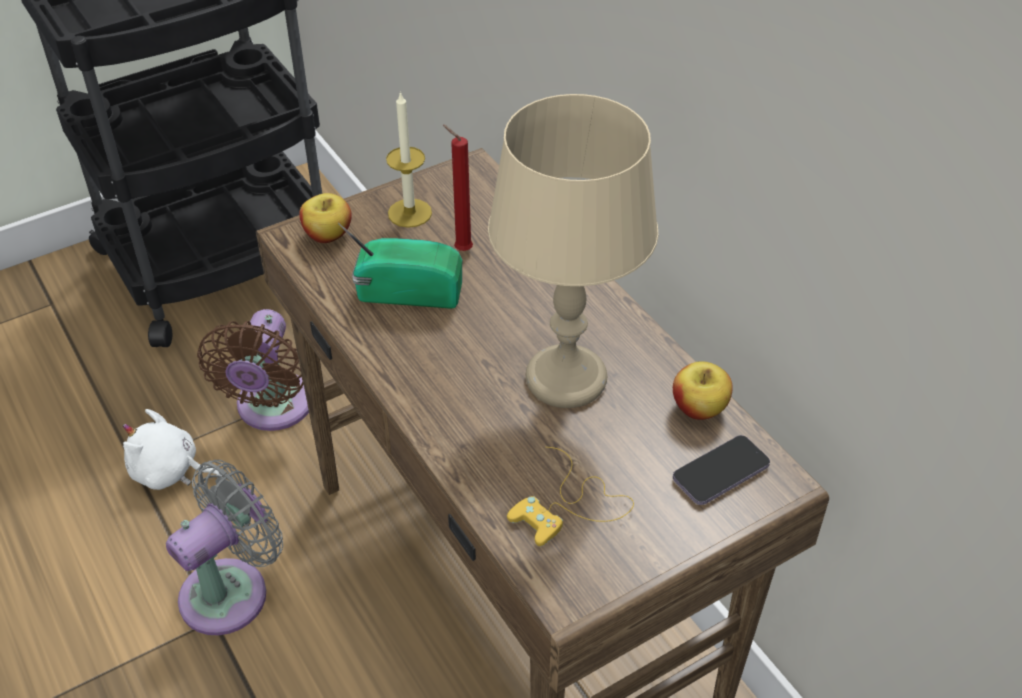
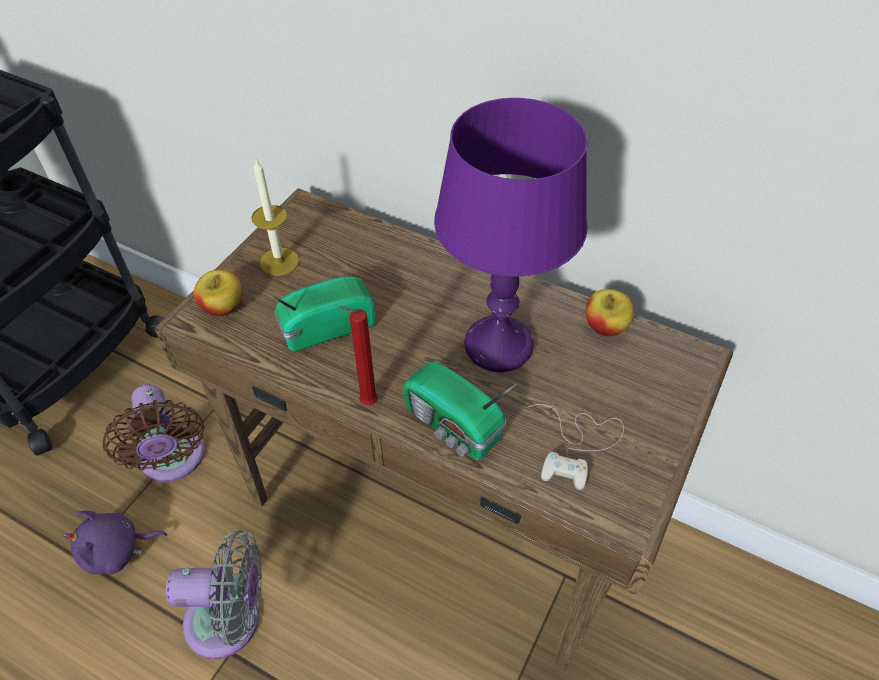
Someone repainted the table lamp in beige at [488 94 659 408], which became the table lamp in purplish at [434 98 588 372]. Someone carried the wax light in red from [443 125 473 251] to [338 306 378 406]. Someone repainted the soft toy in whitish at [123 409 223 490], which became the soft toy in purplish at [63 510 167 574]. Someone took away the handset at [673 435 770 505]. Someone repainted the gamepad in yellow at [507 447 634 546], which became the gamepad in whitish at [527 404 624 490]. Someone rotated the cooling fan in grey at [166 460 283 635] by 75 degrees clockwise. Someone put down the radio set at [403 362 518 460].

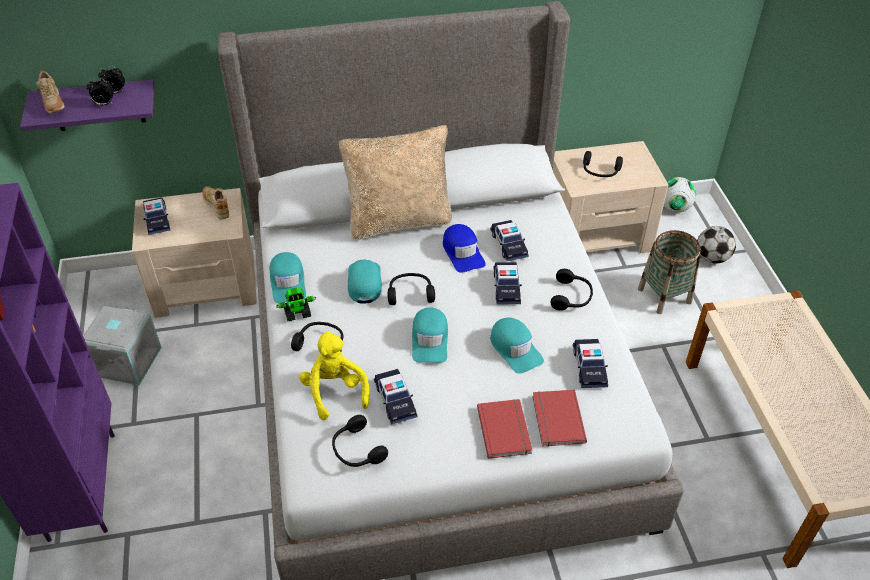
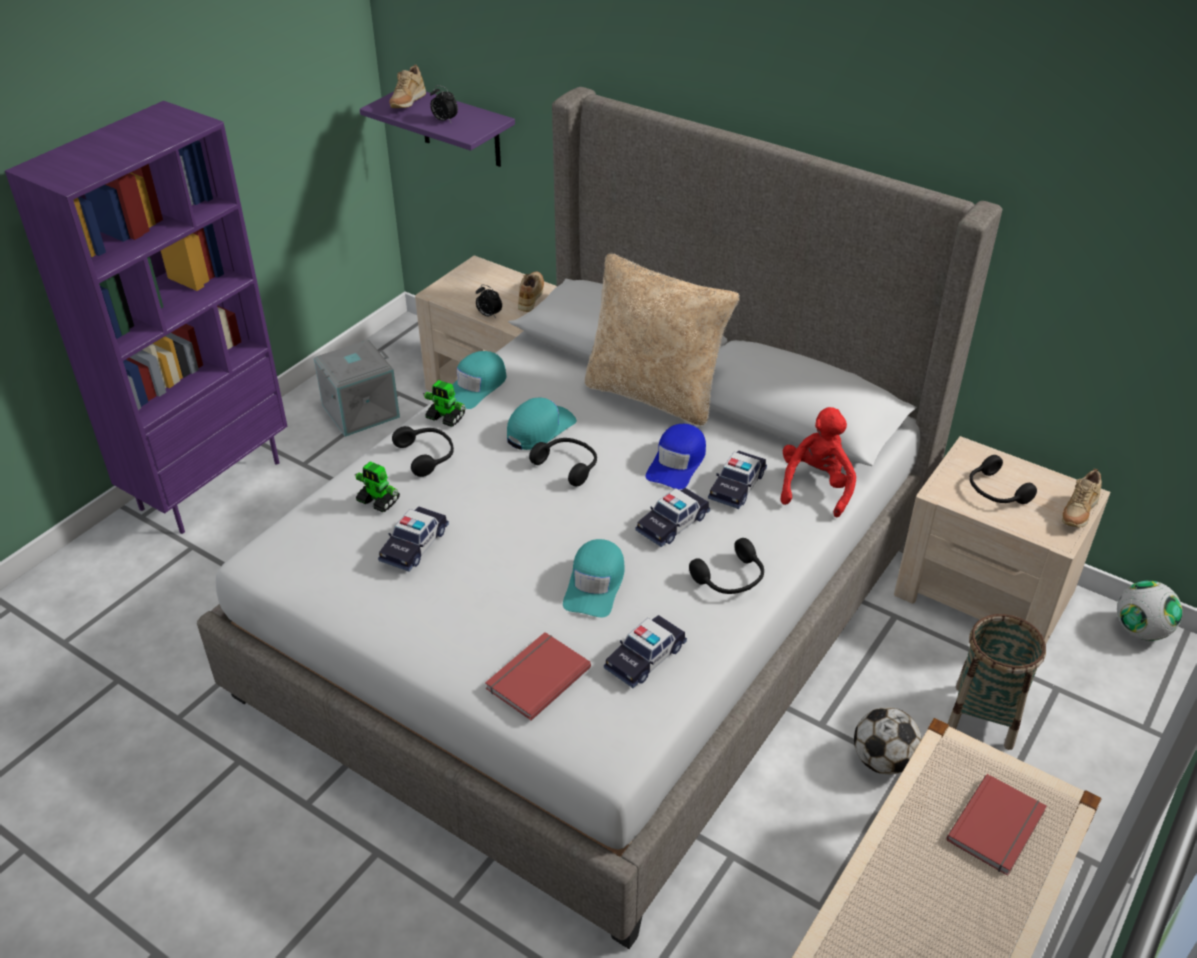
Someone carried the table clock from [98 66 125 94] to [476 285 502 318]. Someone took away the model car at [143 197 170 235]. Someone carried the football ball from [697 226 736 264] to [854 707 922 775]. Someone took away the peaked cap in turquoise at [412 307 448 363]. Someone swapped the soft toy in yellow at [299 331 369 420] for the toy robot at [355 461 400 513]. Someone carried the book in red from [477 399 532 459] to [946 774 1047 876]. Someone took away the pair of headphones in blackish at [332 415 388 467]. Someone put down the soft toy in red at [780 407 856 517]. Someone put down the item of footwear in beige at [1062 469 1102 527].

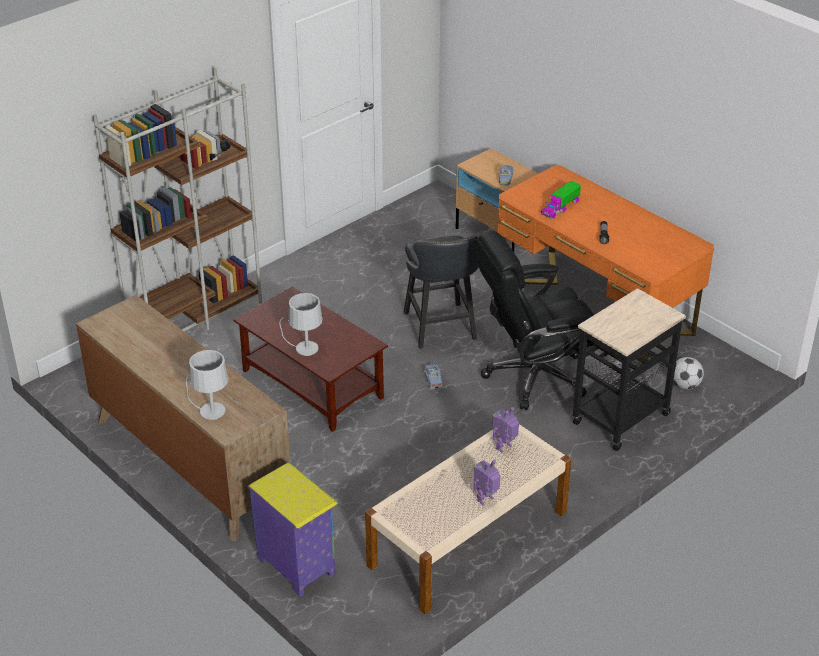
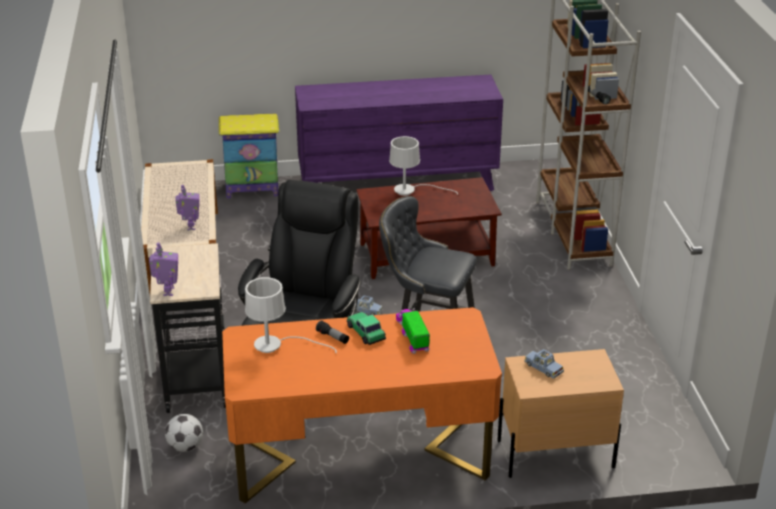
Someone repainted the drawer chest in brown-coloured at [76 295 290 541], which became the drawer chest in purplish at [295 74 503 191]. Someone carried the table lamp in whitish from [186 350 228 420] to [245 277 337 353]. Someone carried the toy robot from [474 459 501 505] to [149 243 178 296]. Someone put down the model car at [347 312 386 345].

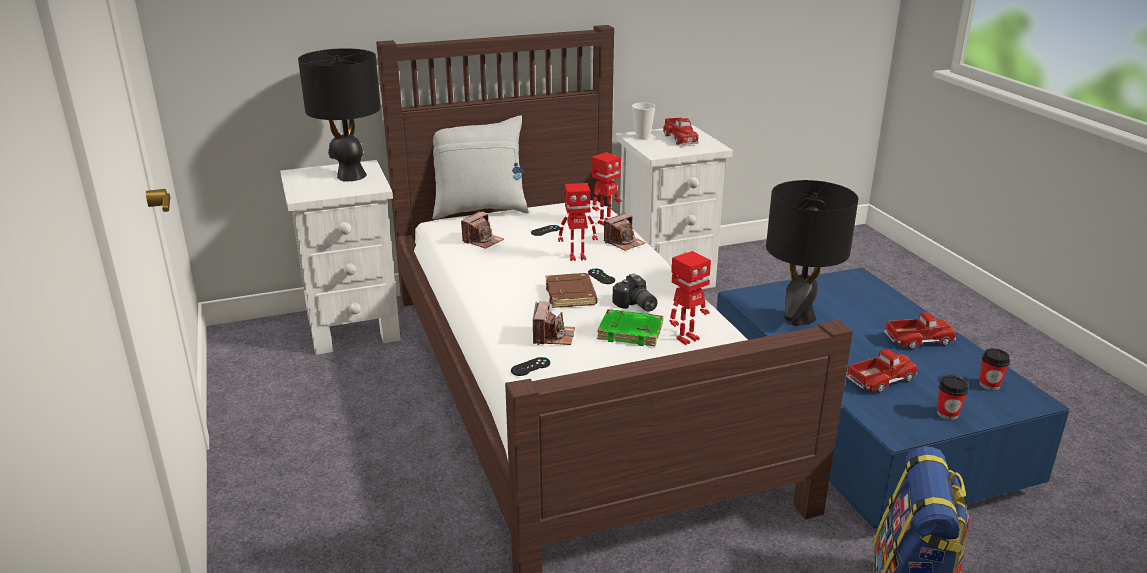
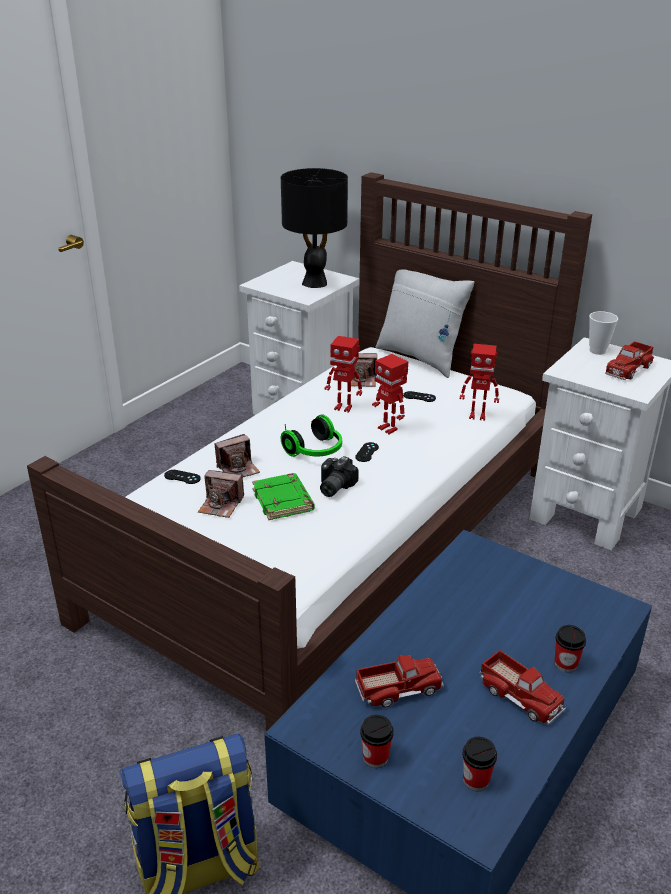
Someone took away the table lamp in blackish at [766 180 858 326]. Someone carried the still camera from [604 213 646 251] to [198 470 244 518]. Someone carried the toy robot from [669 251 711 345] to [325 336 362 412]. Someone swapped the book in brown-coloured at [546 273 598 308] for the pair of headphones at [281 414 342 457]. Someone rotated the toy truck at [846 350 918 393] by 45 degrees counterclockwise. Someone put down the cup at [555 625 586 673].

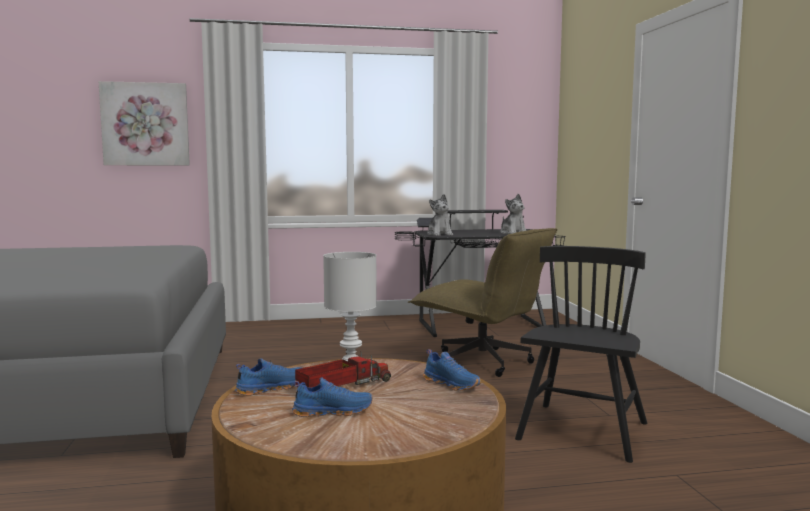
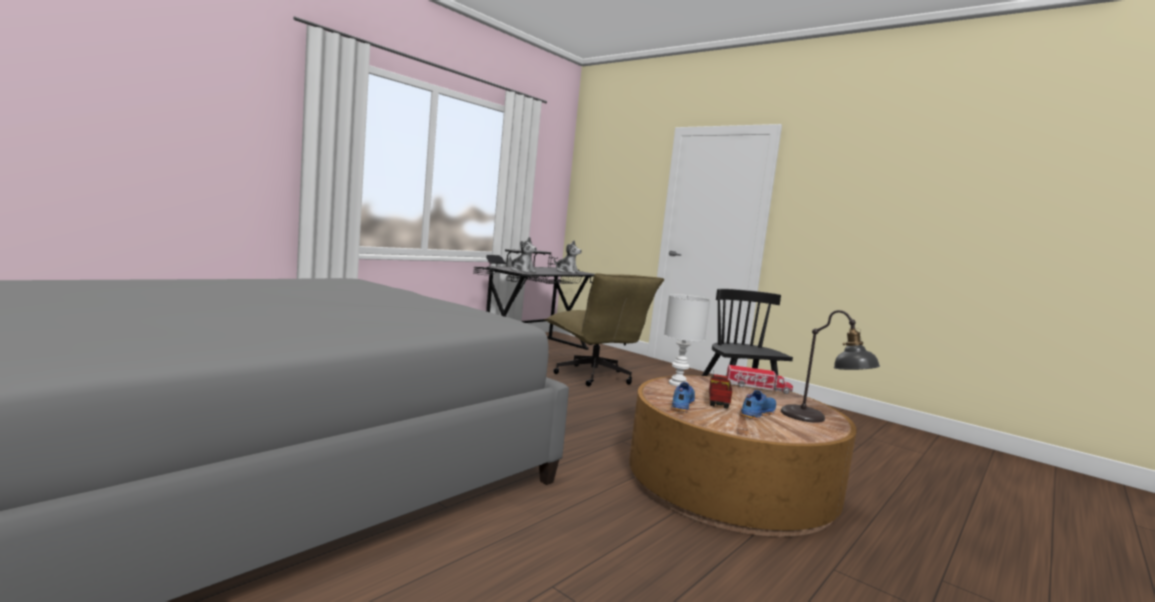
Someone took away the wall picture at [99 81 190 165]. Someone rotated the computer chair in beige at [408 228 557 377] by 60 degrees clockwise. Someone swapped the item of footwear in blue at [423 349 481 391] for the toy truck at [725 365 793 394]. Someone put down the table lamp in grey at [781 310 880 423].

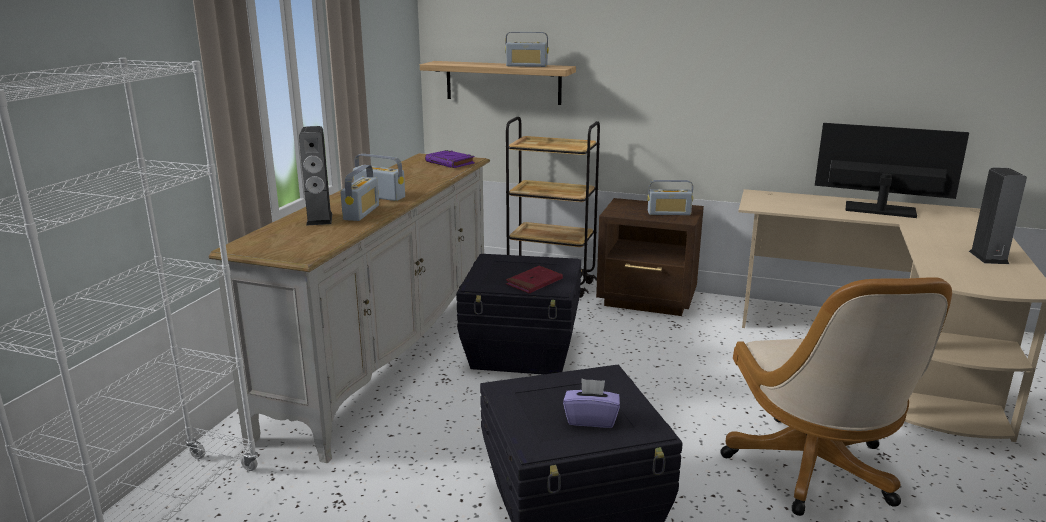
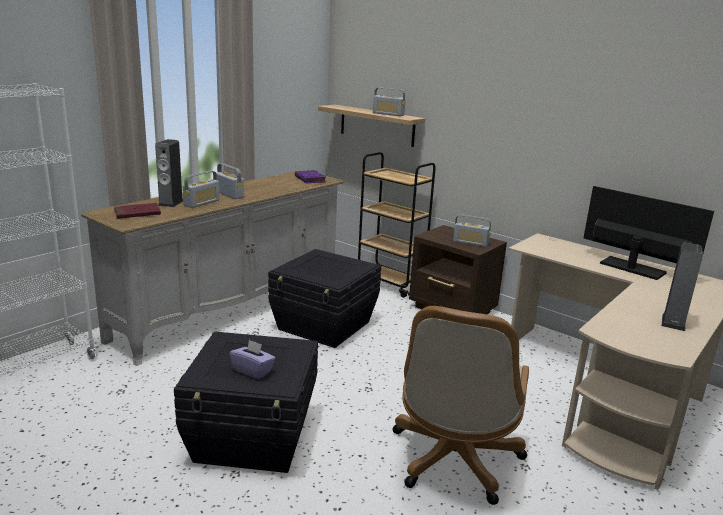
Someone carried the book in red from [506 266 563 294] to [114 203 161 219].

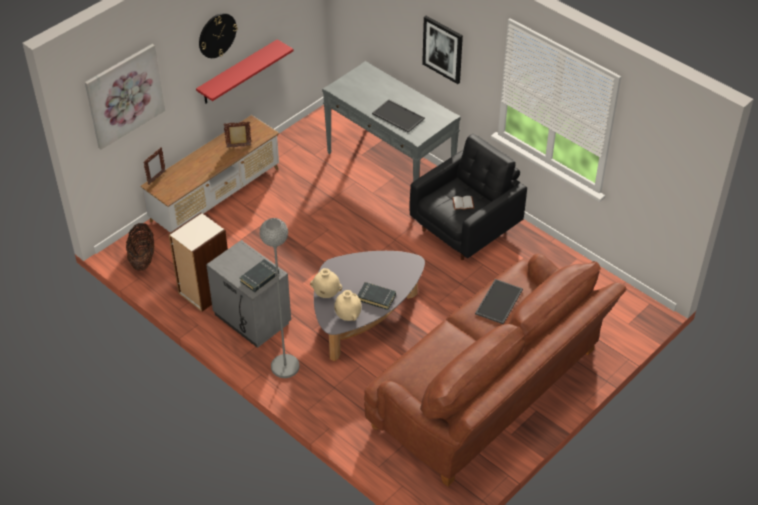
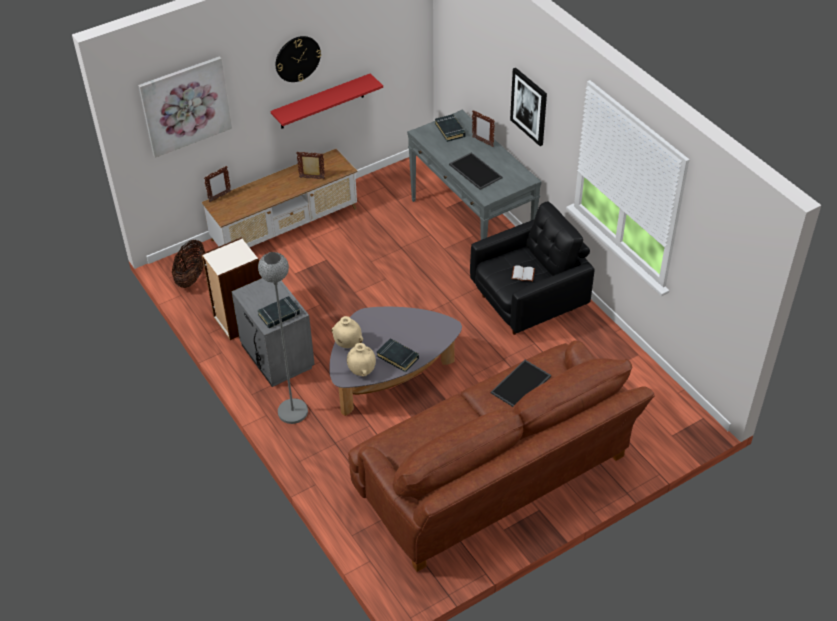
Someone put down the standing frame at [472 110 495 147]. Someone put down the book in blackish at [435 114 466 142].

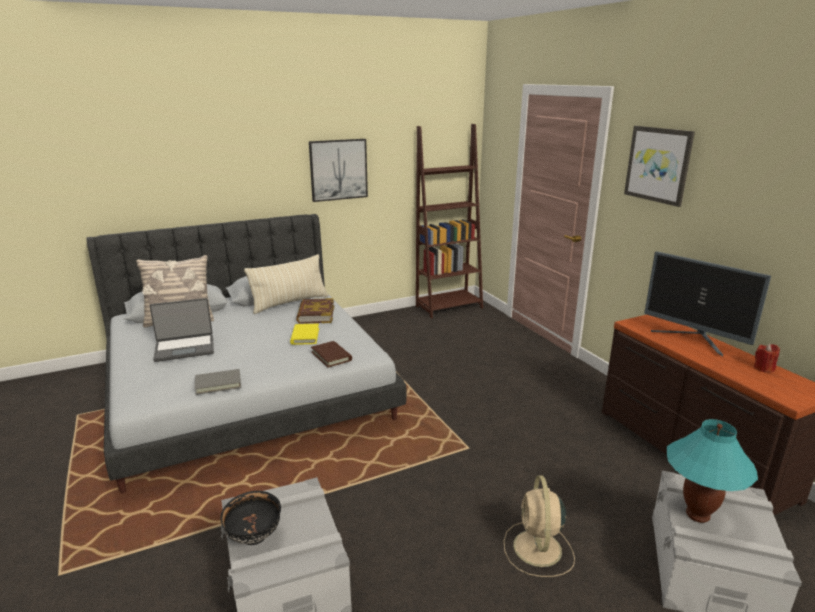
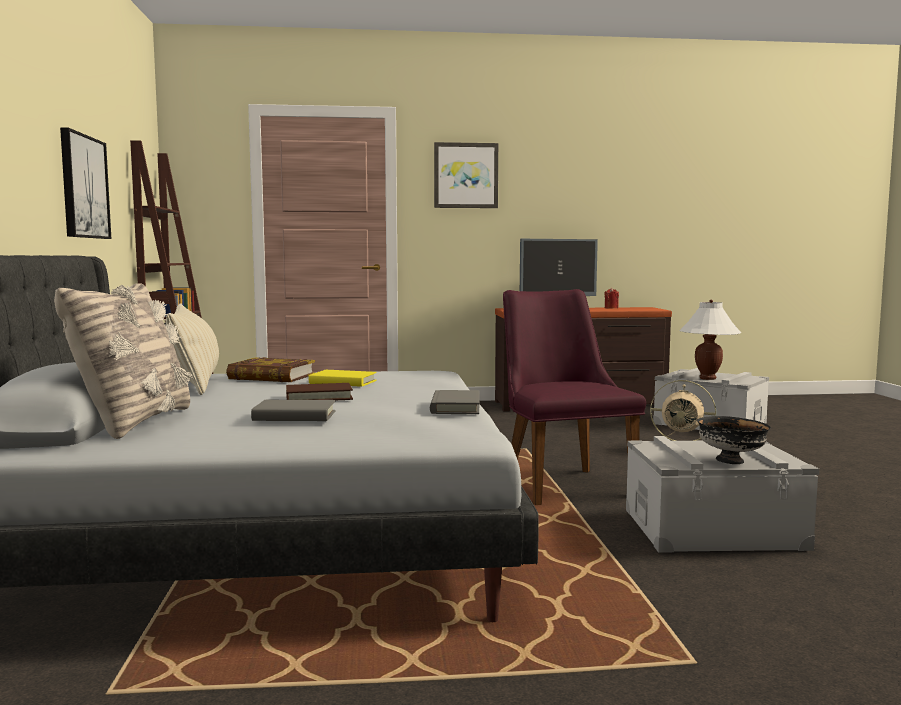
Someone swapped the laptop at [150 298 214 362] for the book in grey at [251 400 336 421]. Someone carried the book in brown-coloured from [311 341 352 368] to [286 383 353 400]. Someone repainted the table lamp in turquoise at [667 419 758 523], which became the table lamp in whitish at [679 299 741 380]. Someone put down the chair in purplish at [503 289 646 505].

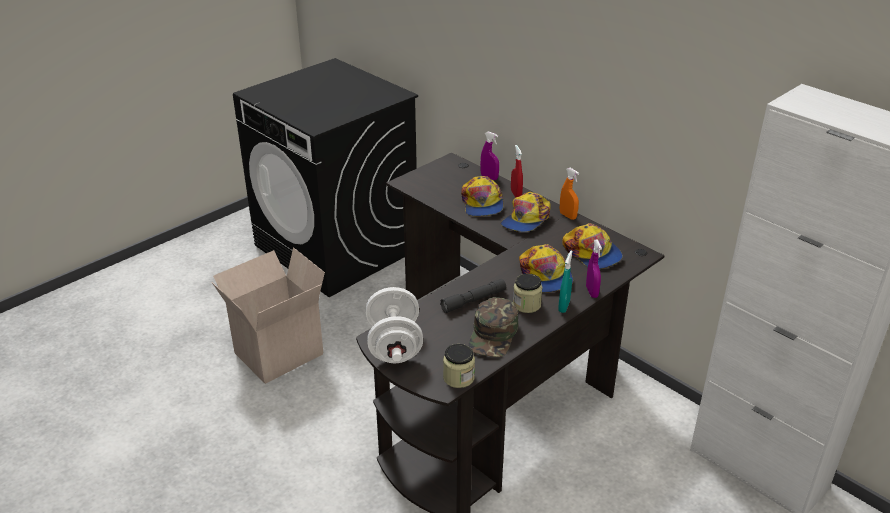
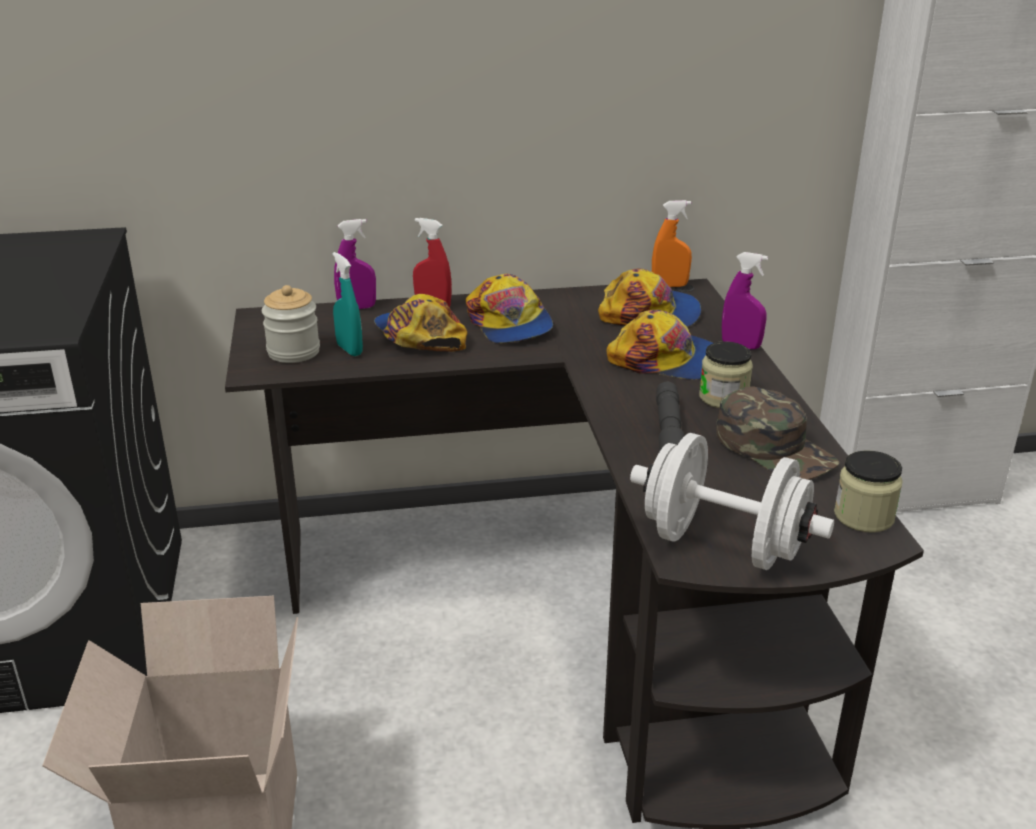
Someone carried the spray bottle in orange from [560 168 579 220] to [652 200 692 287]. Someone rotated the peaked cap at [461 176 503 217] by 150 degrees counterclockwise. Someone carried the spray bottle in turquoise from [558 251 573 313] to [333 252 363 356]. Someone put down the preserve jar at [262 285 320 363].

